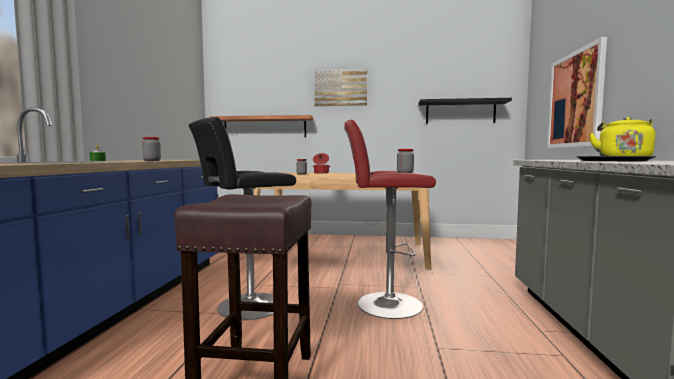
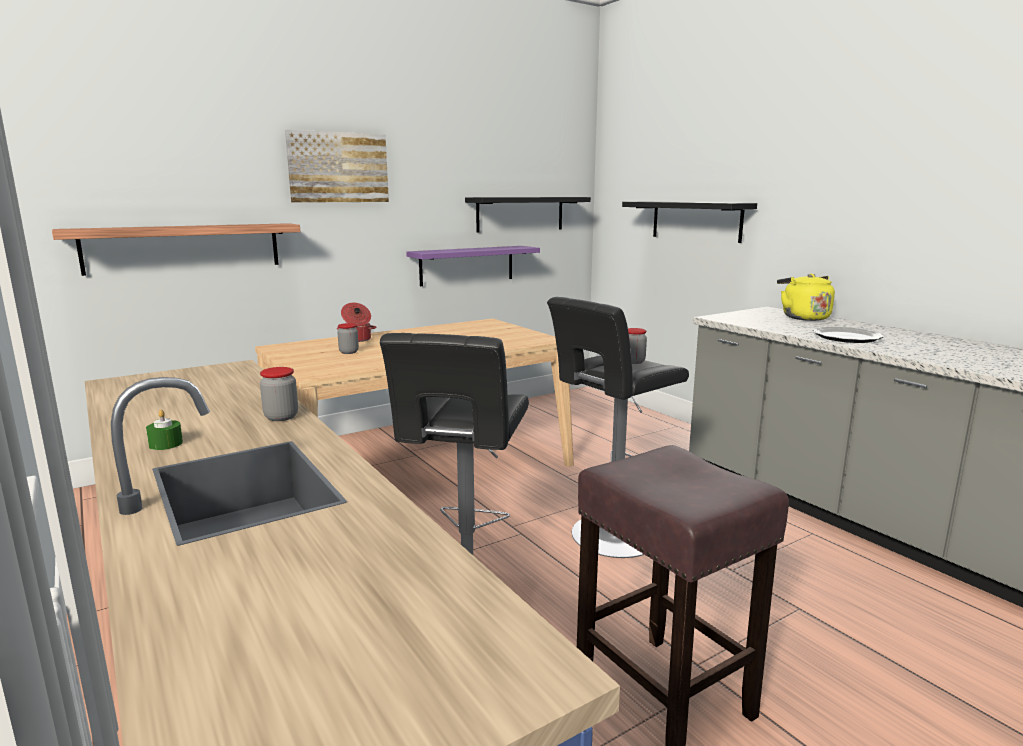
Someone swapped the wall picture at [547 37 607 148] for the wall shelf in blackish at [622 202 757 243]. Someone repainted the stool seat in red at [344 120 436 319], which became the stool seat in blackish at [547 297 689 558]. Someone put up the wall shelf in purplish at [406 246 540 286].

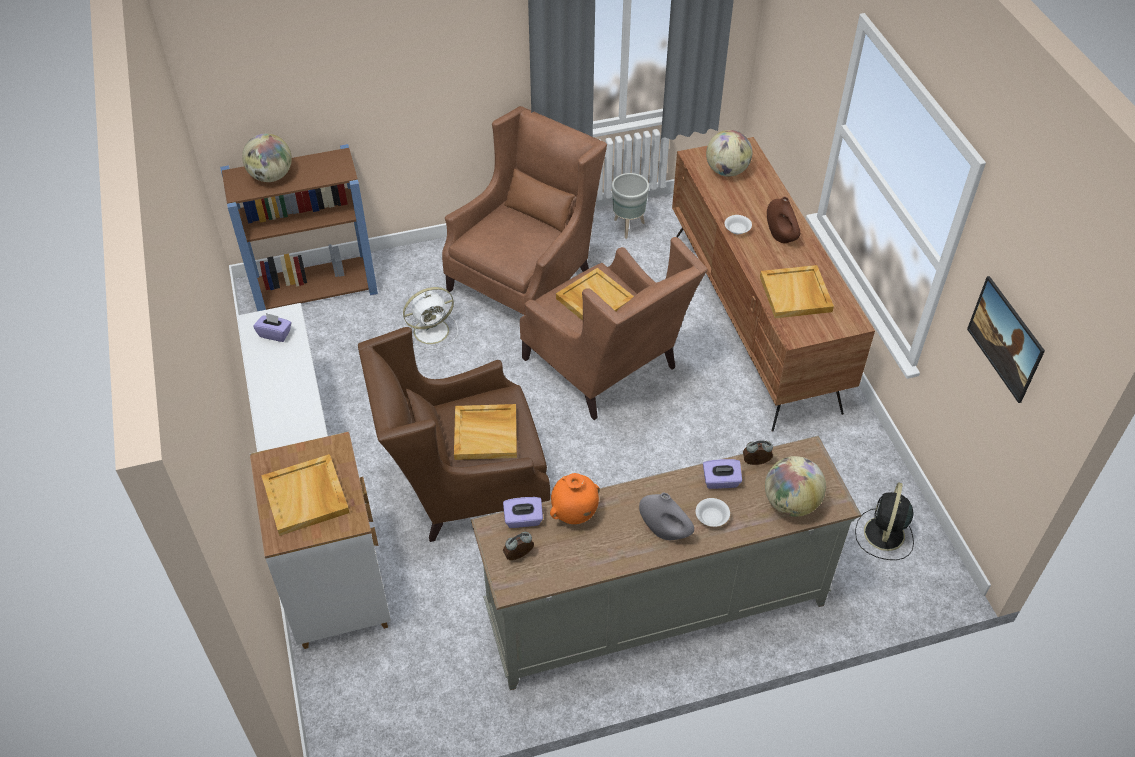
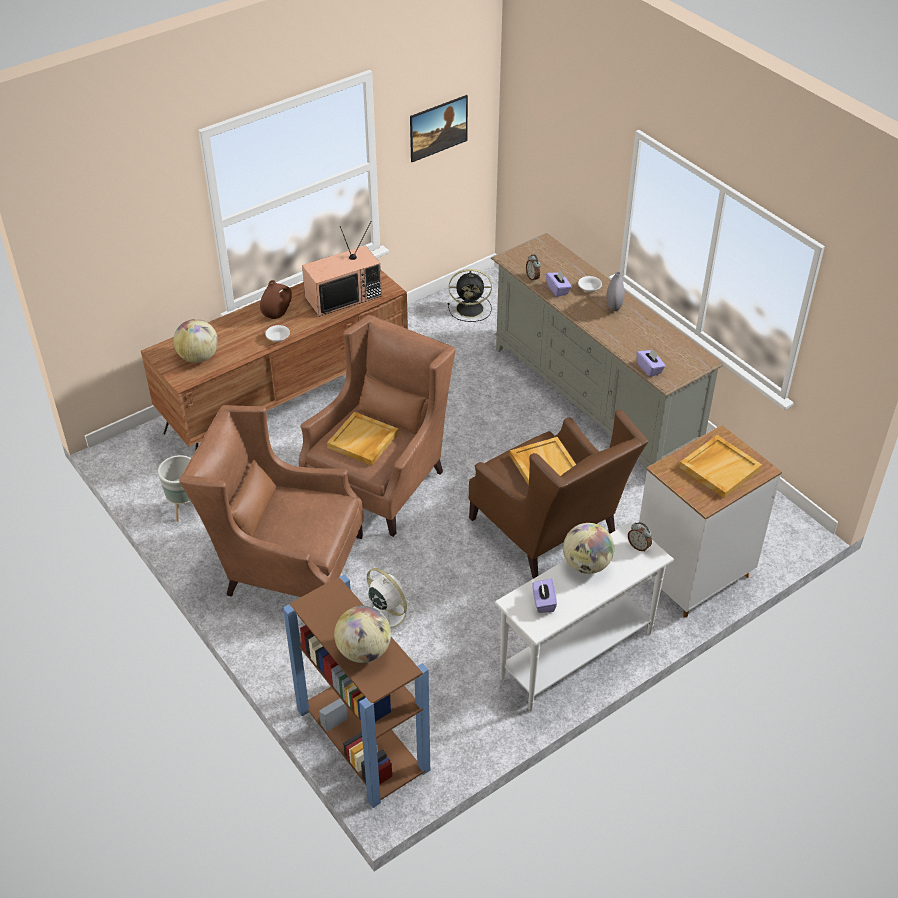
Someone swapped the serving tray in beige at [760 265 834 318] for the TV at [302 221 382 317]. Someone carried the globe from [765 456 826 517] to [563 523 614 574]. Someone took away the decorative vase in orange at [550 473 600 524]. Someone carried the table clock from [503 532 534 560] to [628 522 652 552].

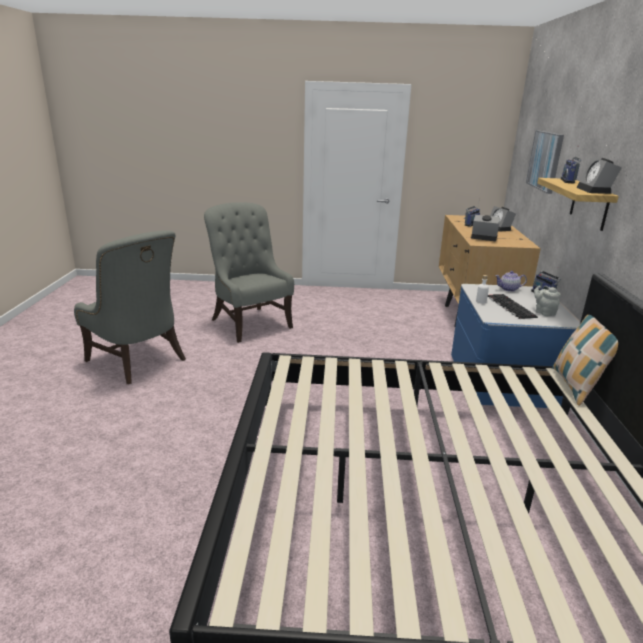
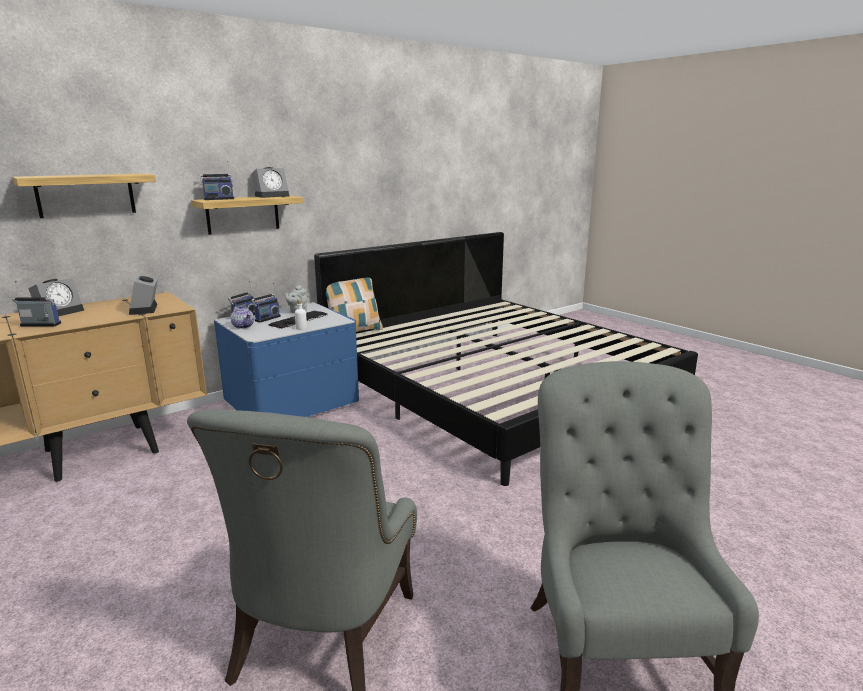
Someone swapped the wall picture at [526 130 564 194] for the wall shelf at [12 173 156 218]. Someone put down the radio set at [251 283 281 323].

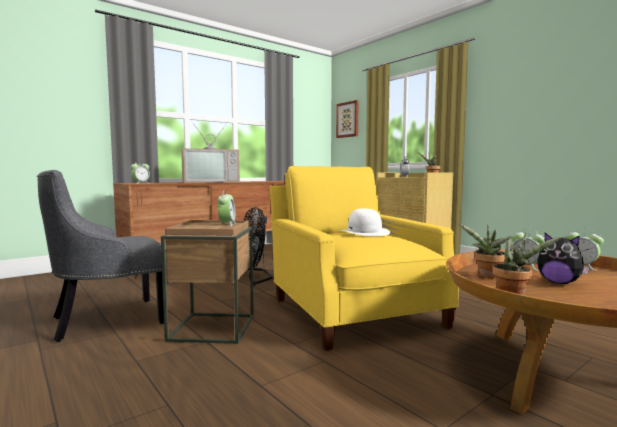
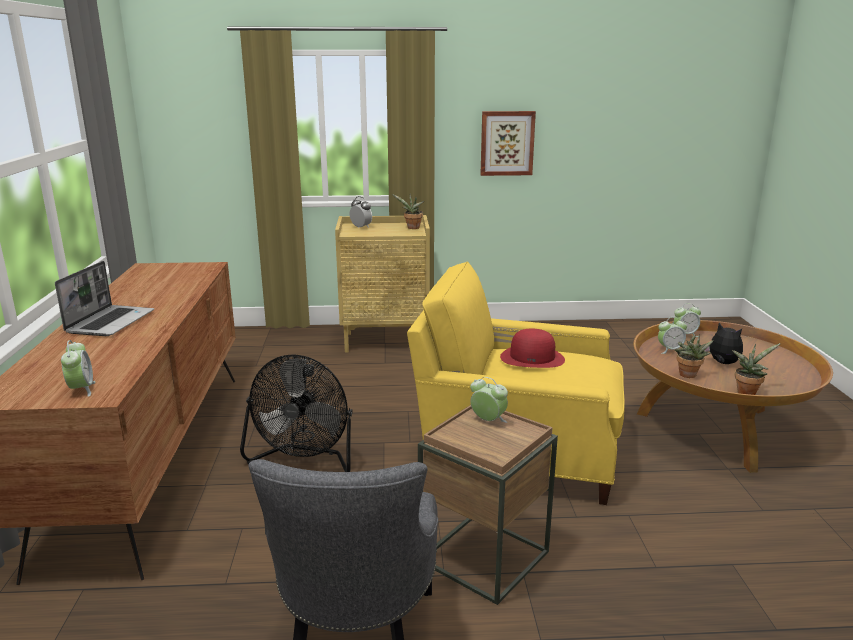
Someone carried the wall picture from [336 100 359 138] to [480 111 536 176]. Someone swapped the TV at [181 121 240 183] for the laptop at [55 261 154 336]. Someone repainted the clothing hat in whitish at [340 208 390 236], which became the clothing hat in red at [500 329 565 368]. Someone rotated the soft toy at [537 233 590 284] by 120 degrees counterclockwise.

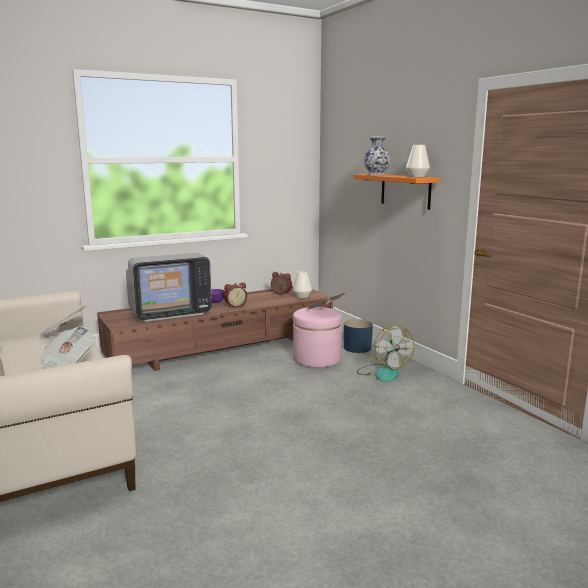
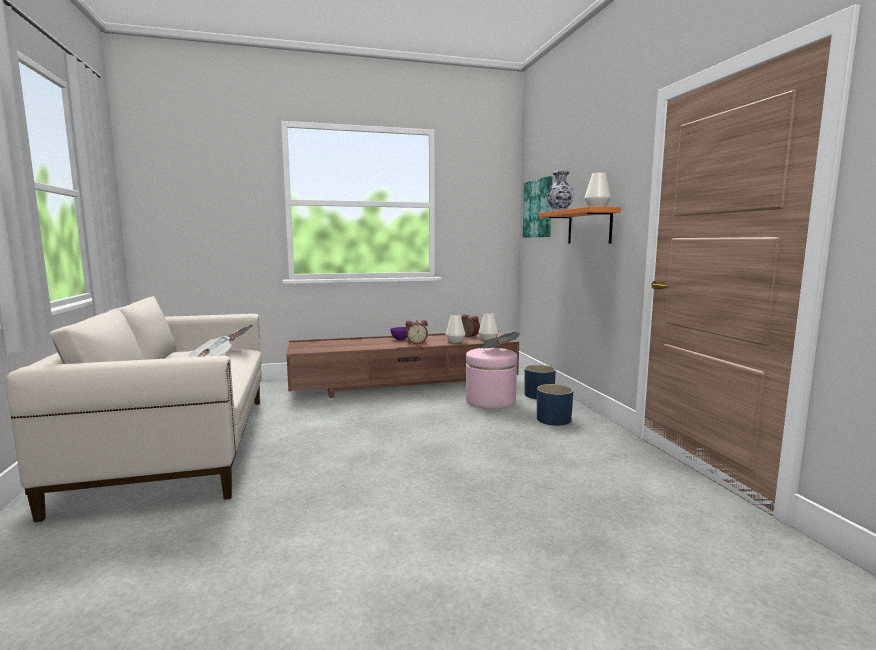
Someone took away the TV at [126 253 212 322]. Someone swapped the cooling fan at [357 325 414 382] for the planter in blue at [537 384 573 426]. Someone put up the wall picture at [523 176 553 238]. Someone put down the decorative vase in whitish at [446 315 466 343].

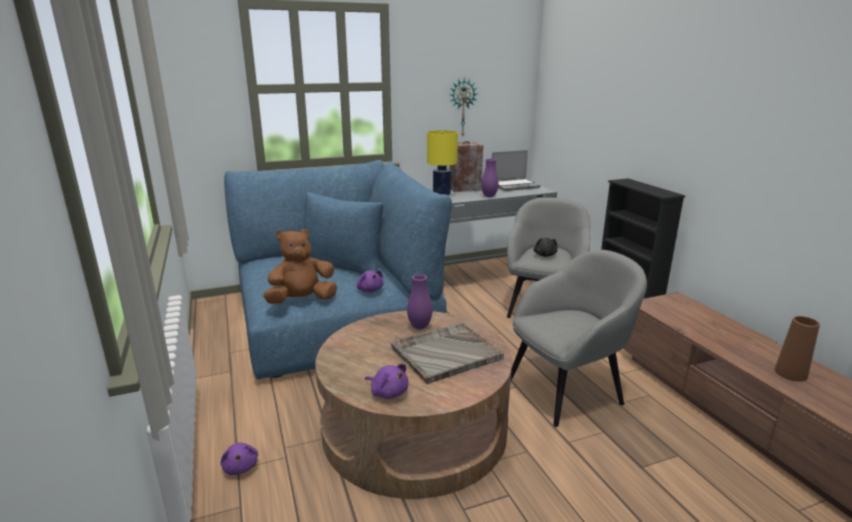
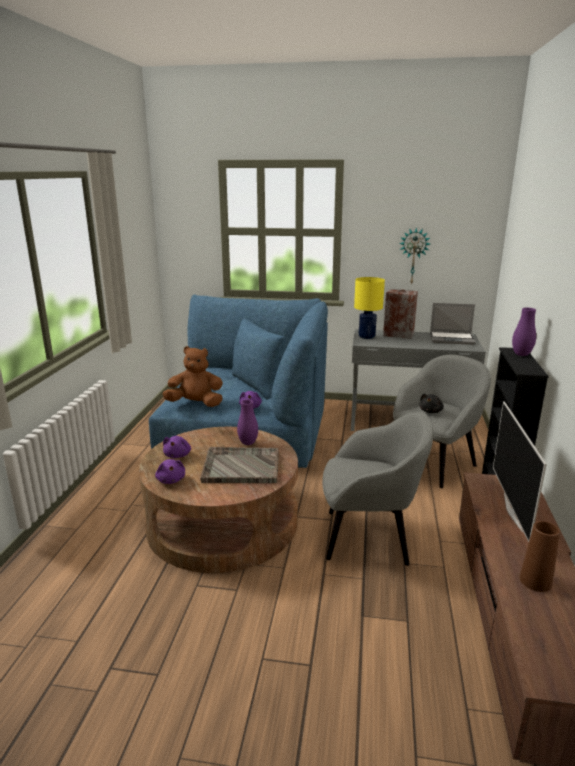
Someone carried the decorative vase in purplish from [481 158 499 197] to [512 308 536 356]. Someone carried the soft toy in purplish from [221 442 258 475] to [163 436 191 458]. Someone put down the TV at [493 401 547 542].

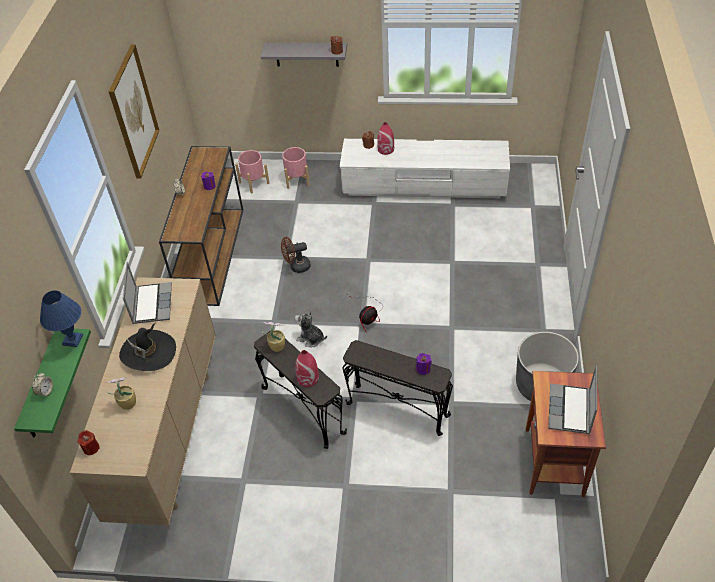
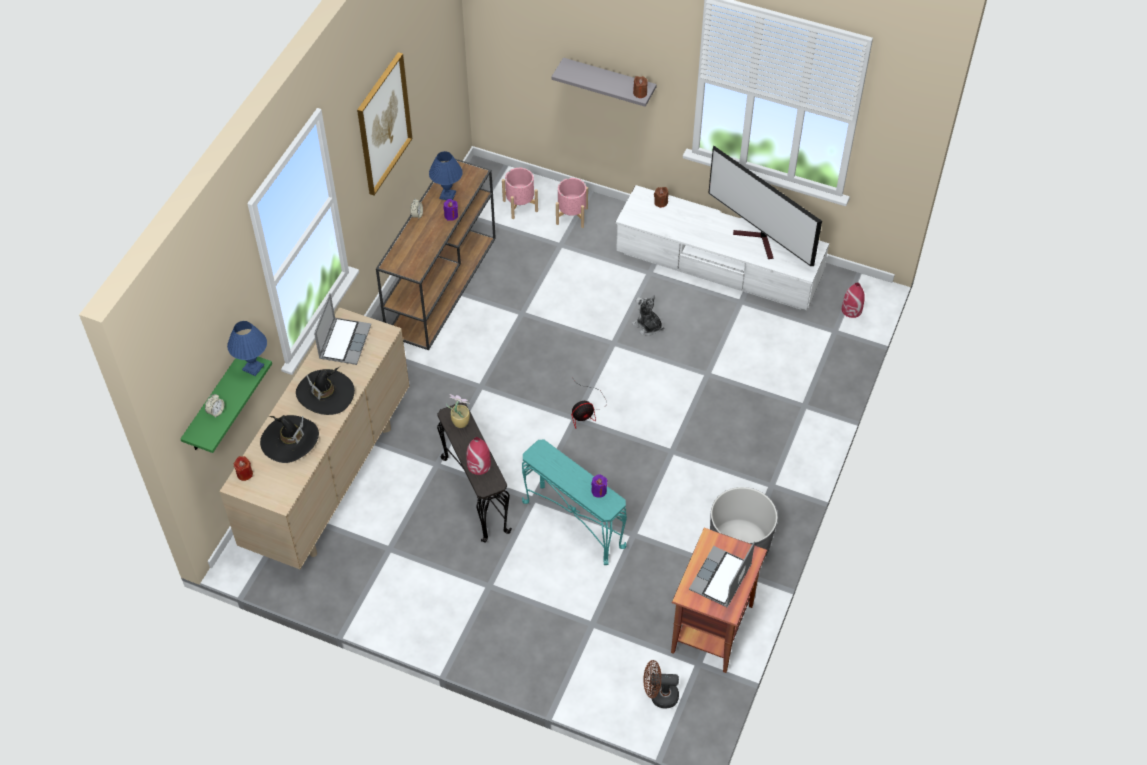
Someone carried the decorative vase in red from [377 122 394 155] to [842 282 865 318]. Someone carried the cooling fan in brown-coloured from [281 237 311 273] to [643 660 679 708]. Someone carried the soft toy from [295 310 327 347] to [632 295 664 336]. Someone repainted the accent table in blackish at [342 340 453 436], which became the accent table in turquoise at [522 439 627 565]. Someone swapped the plant in a pot at [104 377 136 410] for the clothing hat in blackish at [260 415 319 463]. Someone put down the TV at [708 145 822 266]. Someone put down the table lamp in blue at [429 151 463 200].

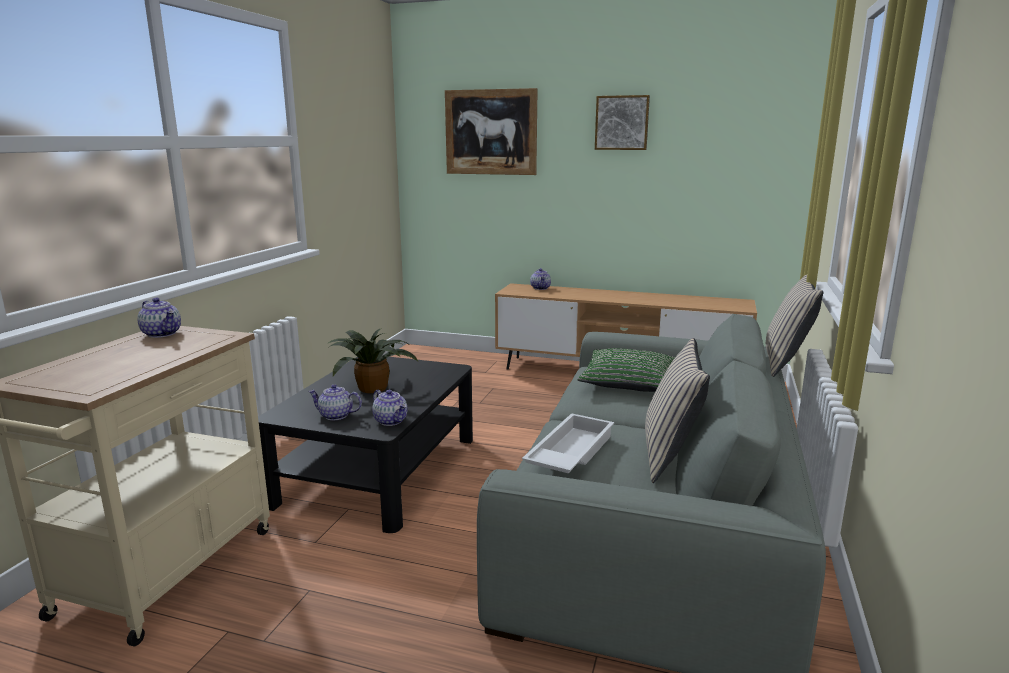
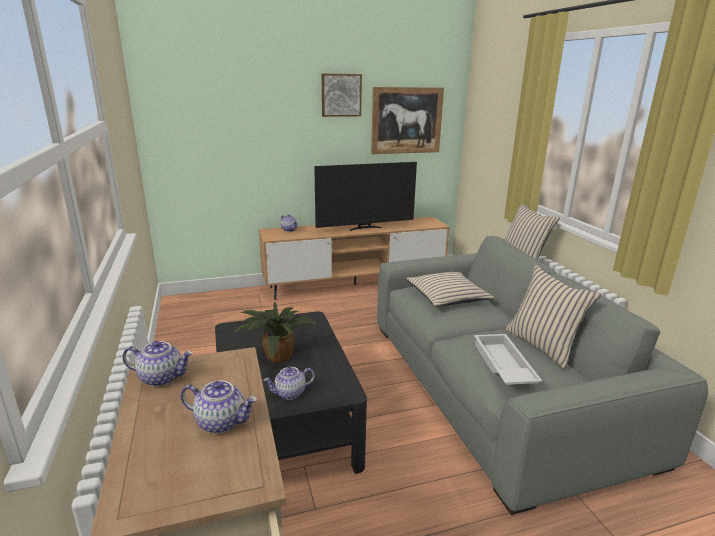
Someone carried the wall picture from [445 88 538 175] to [371 87 444 154]. Someone repainted the cushion in green-coloured at [578 348 675 392], which became the cushion in beige at [406 272 495 307]. Someone carried the teapot from [372 390 408 426] to [181 380 257 434]. Someone put down the TV at [314 162 417 231].

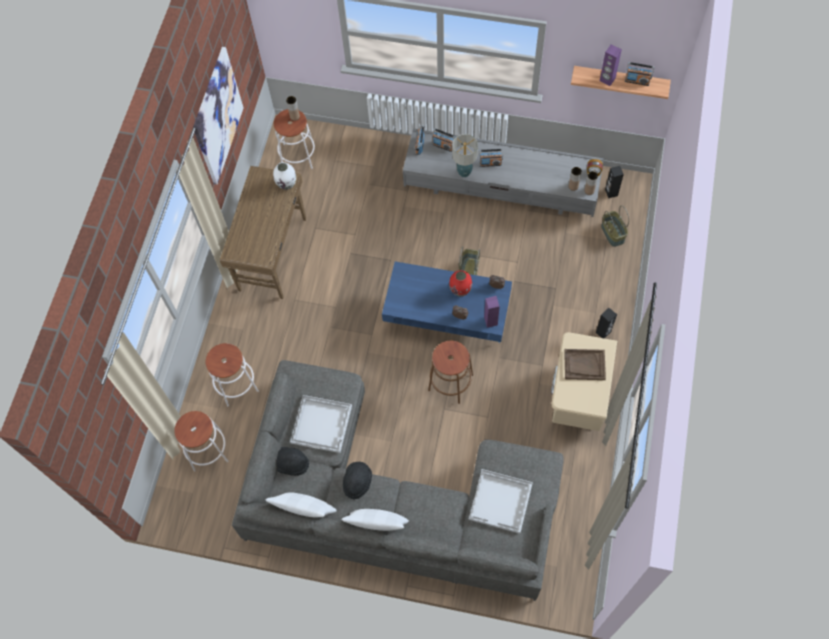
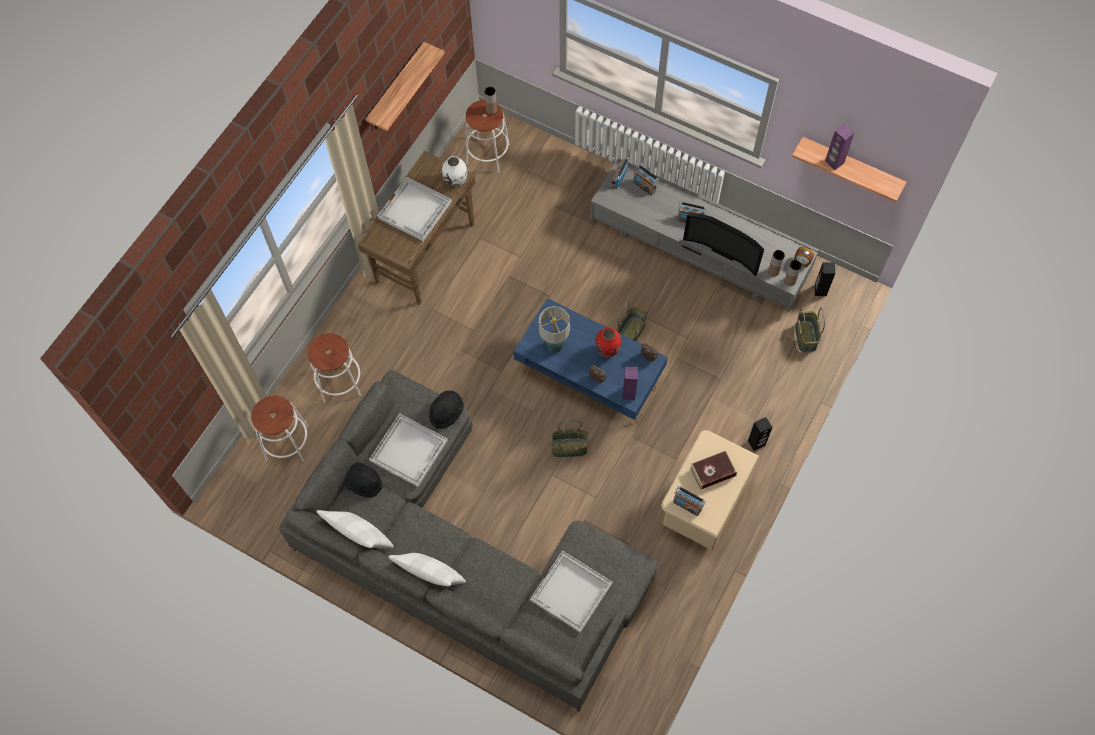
Someone swapped the wall picture at [193 47 244 185] for the wall shelf at [365 42 445 131]. Someone carried the radio set from [625 62 654 86] to [673 486 706 516]. Someone carried the table lamp from [452 134 478 177] to [539 306 570 353]. Someone swapped the stool seat in brown-coloured at [428 341 473 404] for the basket at [550 420 588 457]. Someone swapped the serving tray in brown-coloured at [564 349 606 380] for the book at [690 449 737 490]. Someone carried the clothing hat in blackish from [343 462 372 500] to [429 391 464 429]. Someone put down the serving tray in whitish at [378 177 452 241]. Someone put down the TV at [683 212 764 277].

